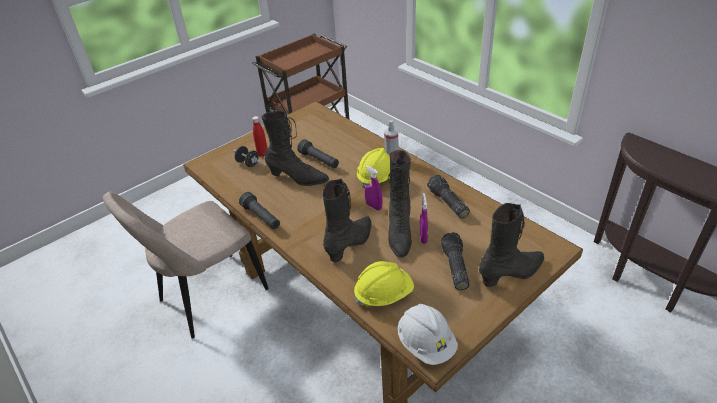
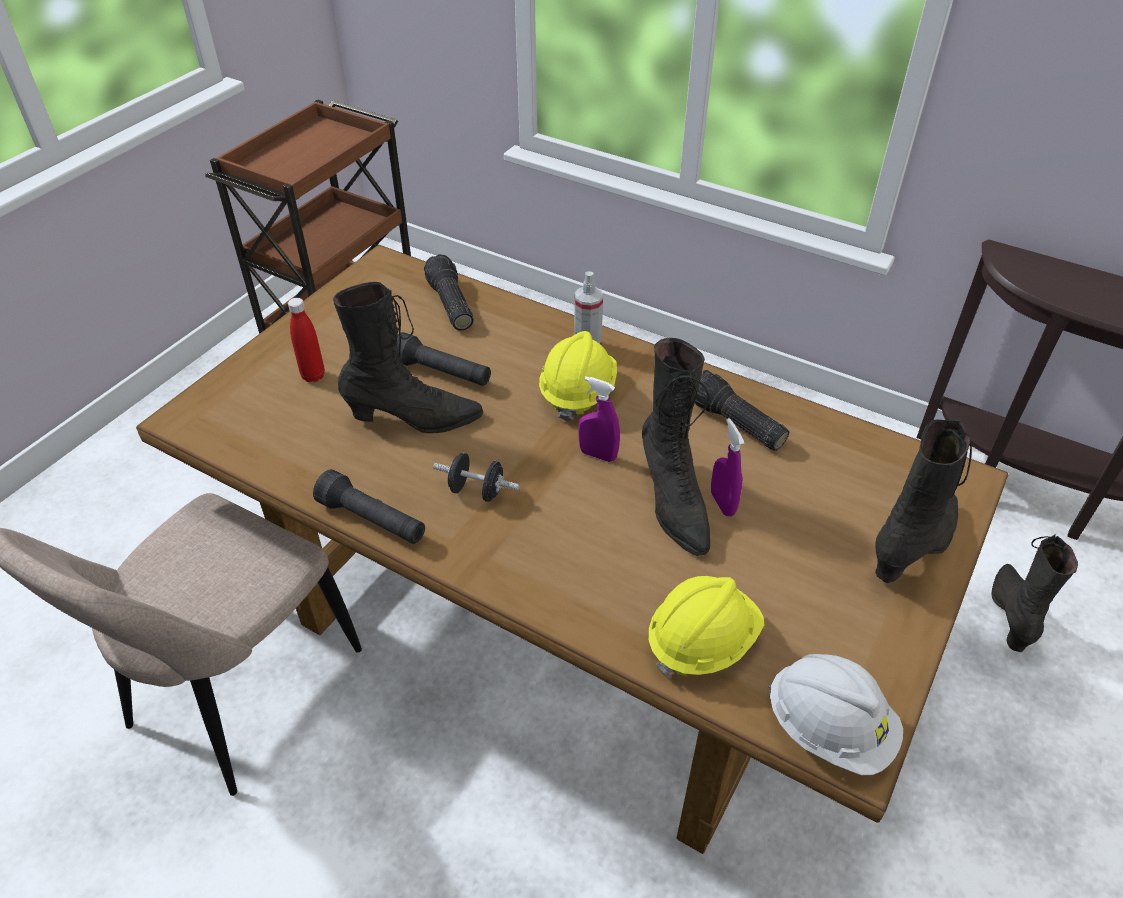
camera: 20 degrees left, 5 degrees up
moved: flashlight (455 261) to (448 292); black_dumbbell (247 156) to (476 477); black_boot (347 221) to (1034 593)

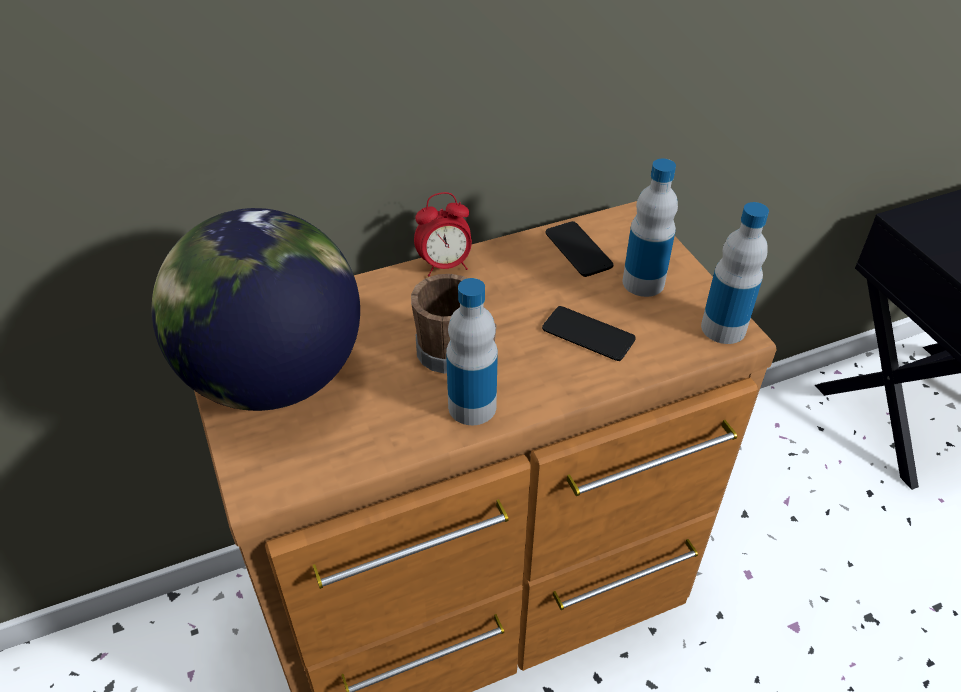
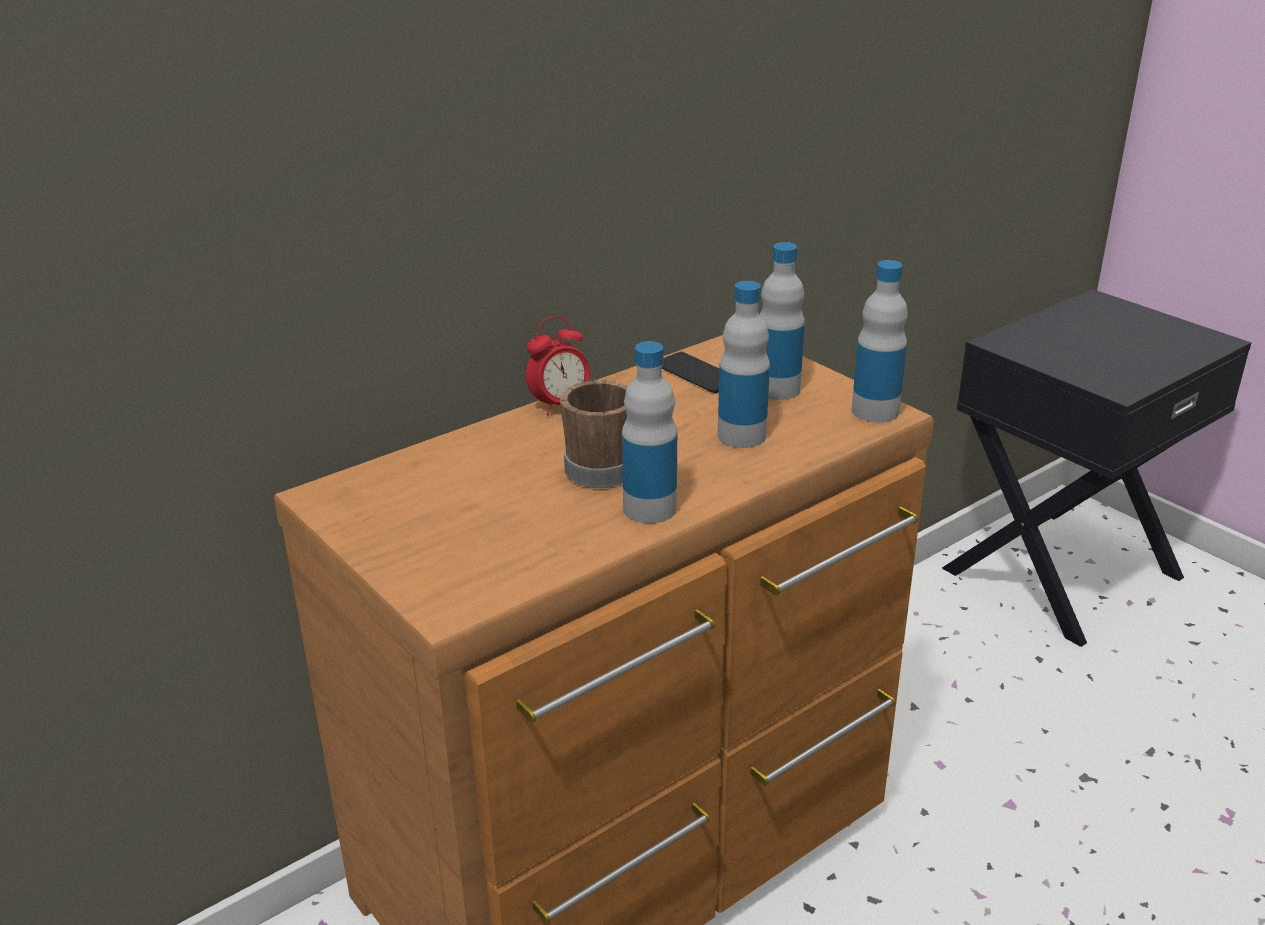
camera: 15 degrees left, 15 degrees down
removed: globe (256 309)
replaced: phone (589 333) to bottle (744 364)

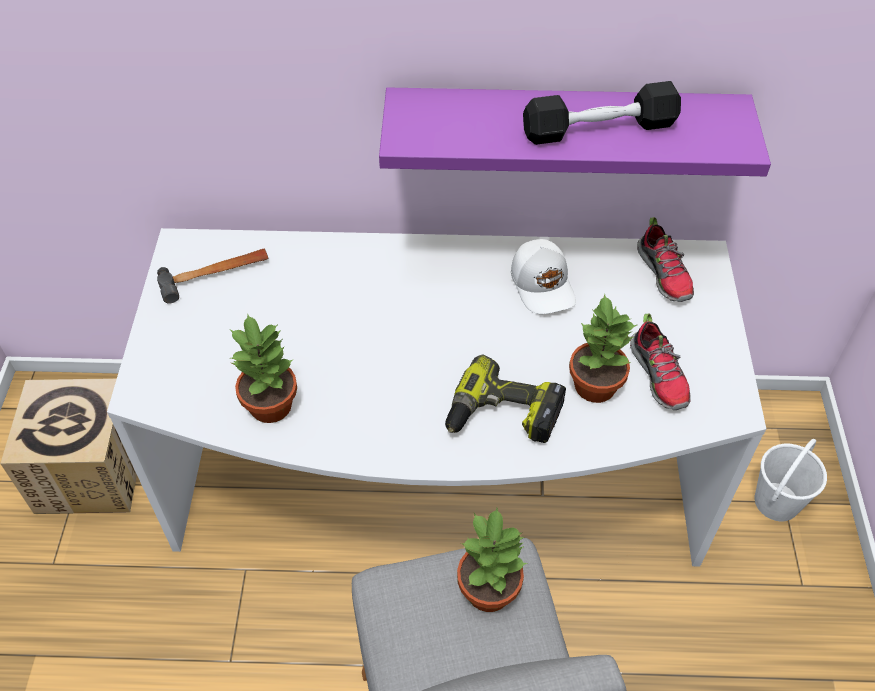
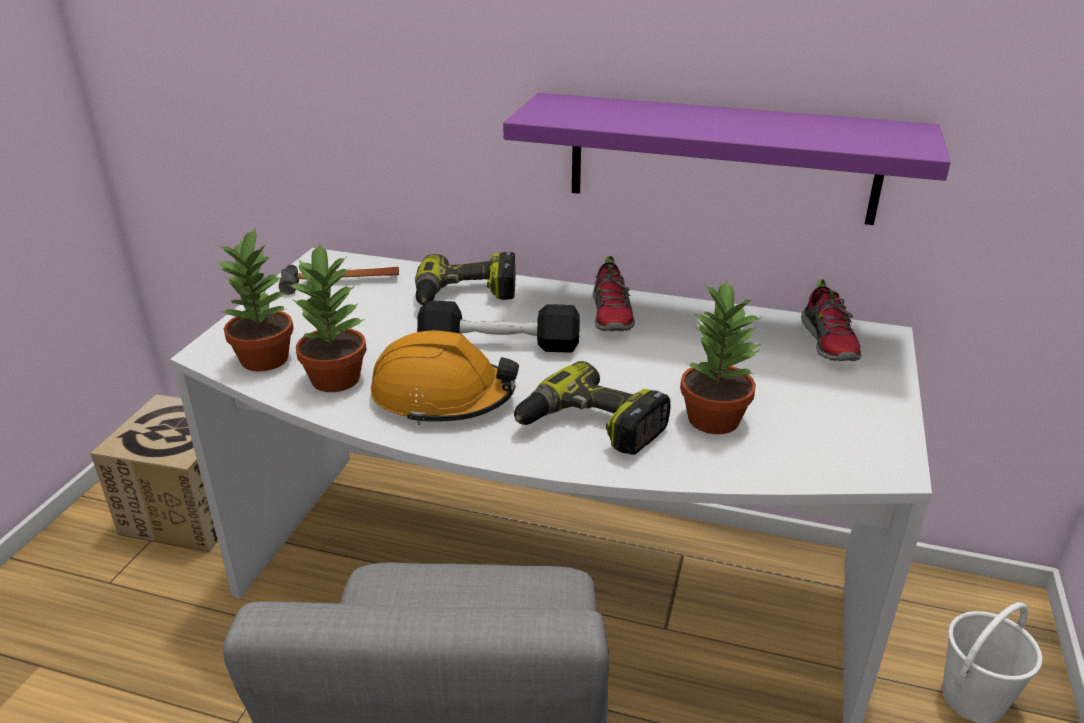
camera: 15 degrees right, 20 degrees down
removed: white_cap (543 276)
added: orange_hard_hat (445 378); power_drill (465 278)
moved: potted_plant (492 560) to (255 299); black_dumbbell (602 113) to (498 327); shoe (660 362) to (614 293)

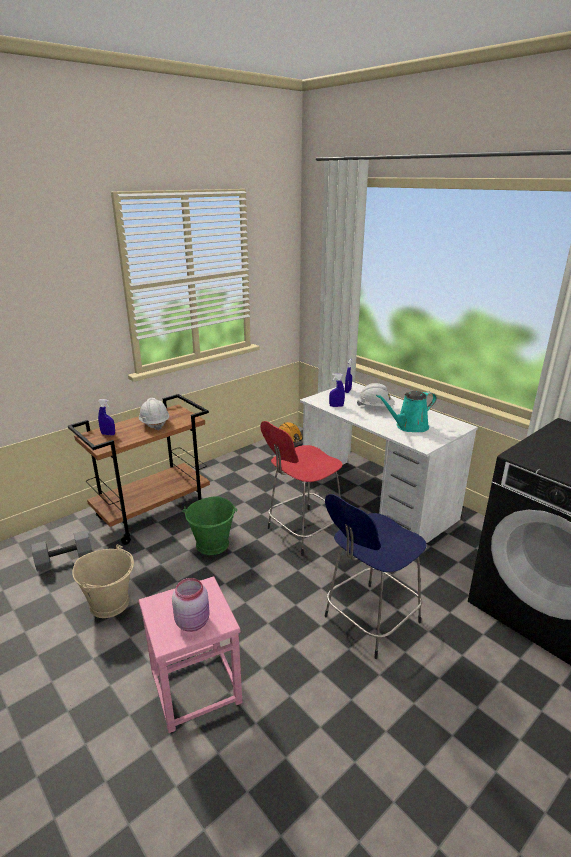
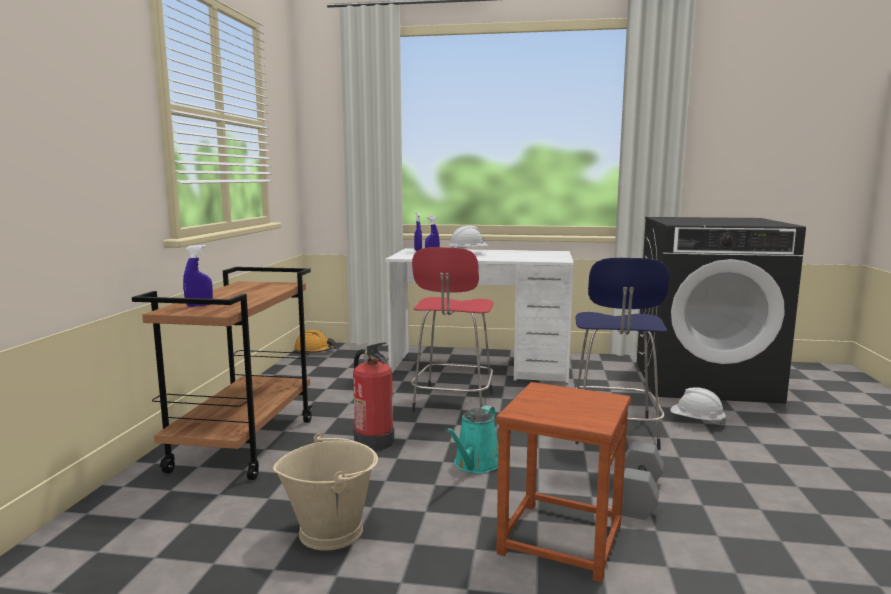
camera: 40 degrees left, 15 degrees down
removed: pink_jar (191 605)
moved: turquoise_watering_can (406 411) to (472 439); grey_dumbbell (61 551) to (637 481); white_hard_hat (154 414) to (698 406)
replaced: green_bucket (209 525) to fire_extinguisher (373 396)
recoloured: pink_stool (190 654) to brown_stool (563 482)

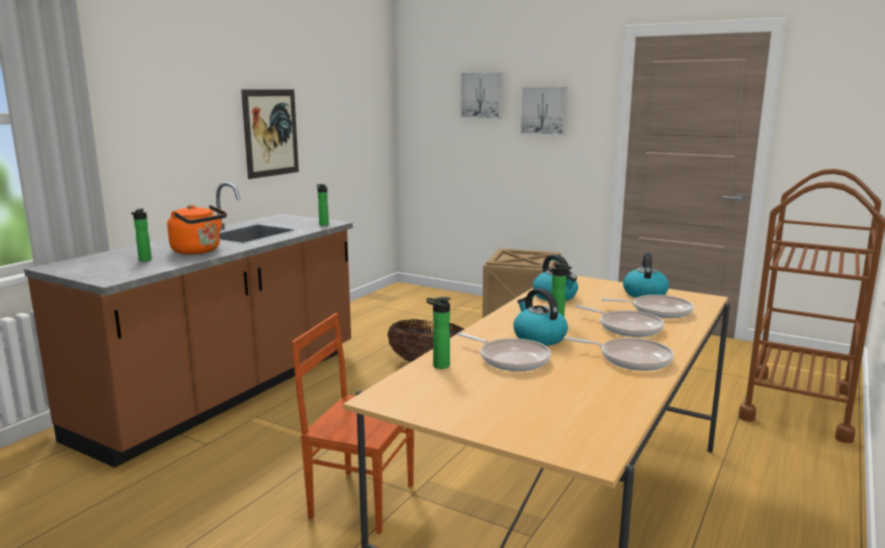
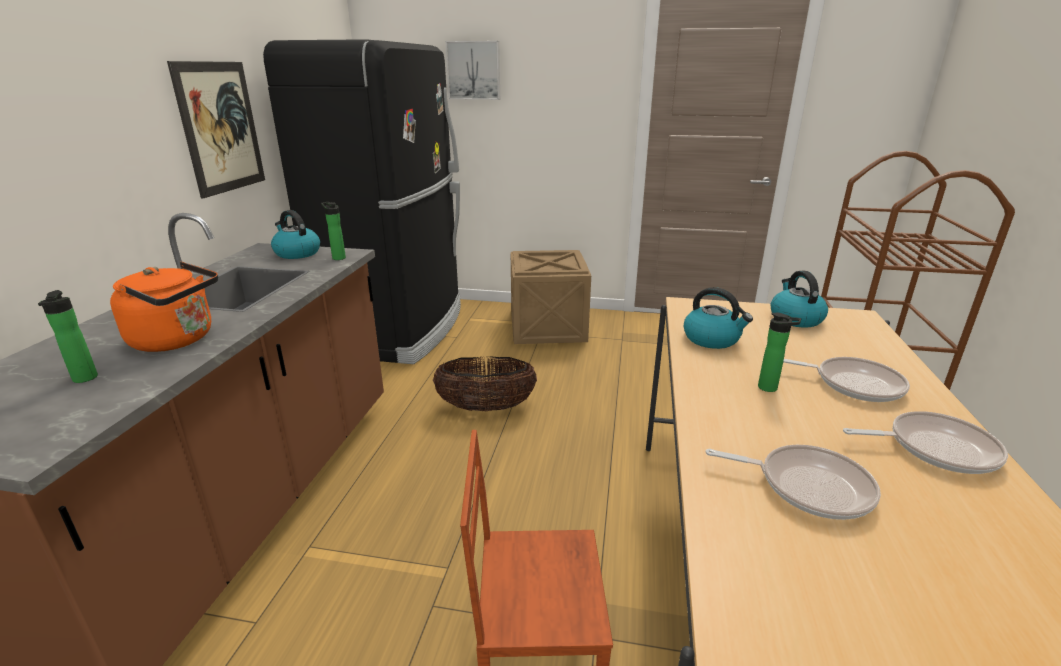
camera: 20 degrees left, 10 degrees up
removed: bottle (438 333); picture (544 111); frying_pan (647 306)
added: black_fridge (362 201)
moved: kettle (541 317) to (295 234)

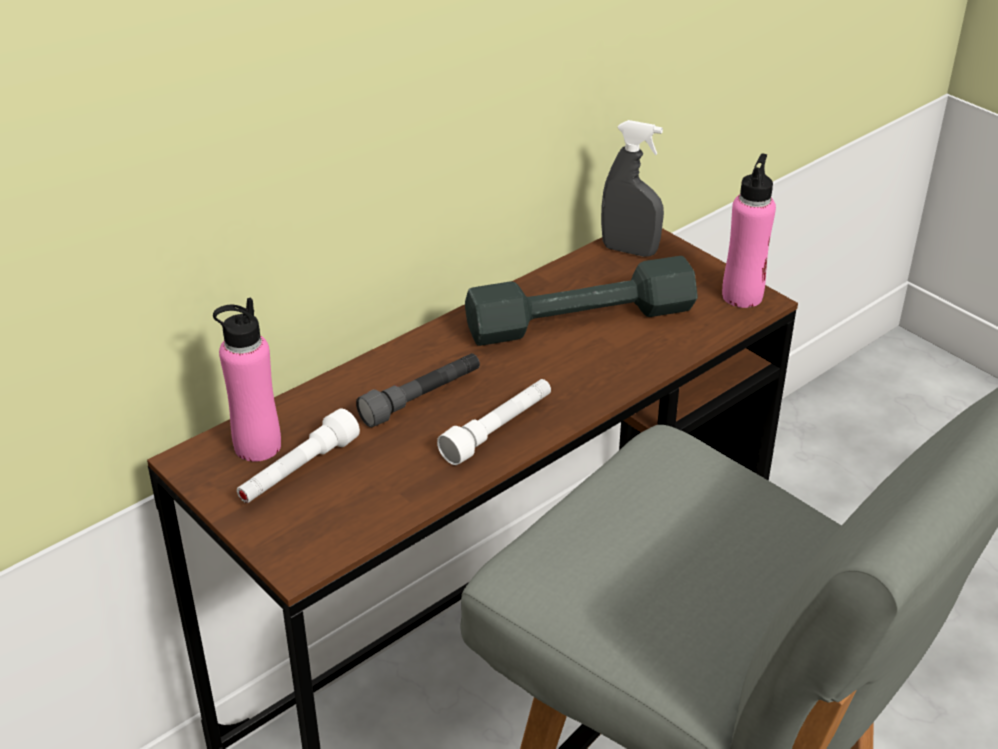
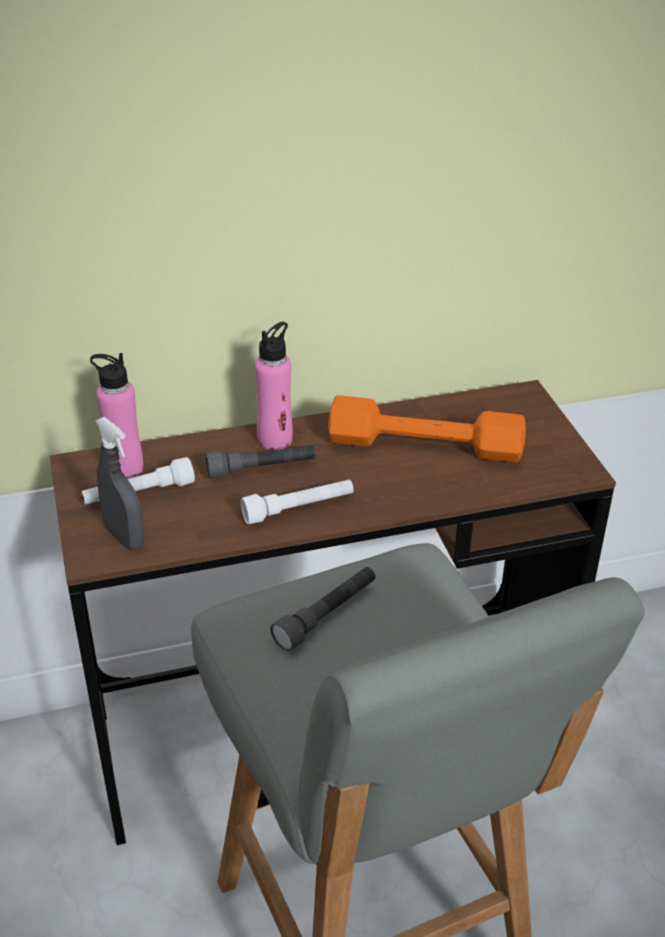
camera: 25 degrees right, 0 degrees up
added: grey_flashlight (322 609)
moved: grey_spray_bottle (632 188) to (119 483); pink_bottle (749 230) to (274 386)
recoloured: grey_dumbbell (581 301) to orange_dumbbell (427 428)

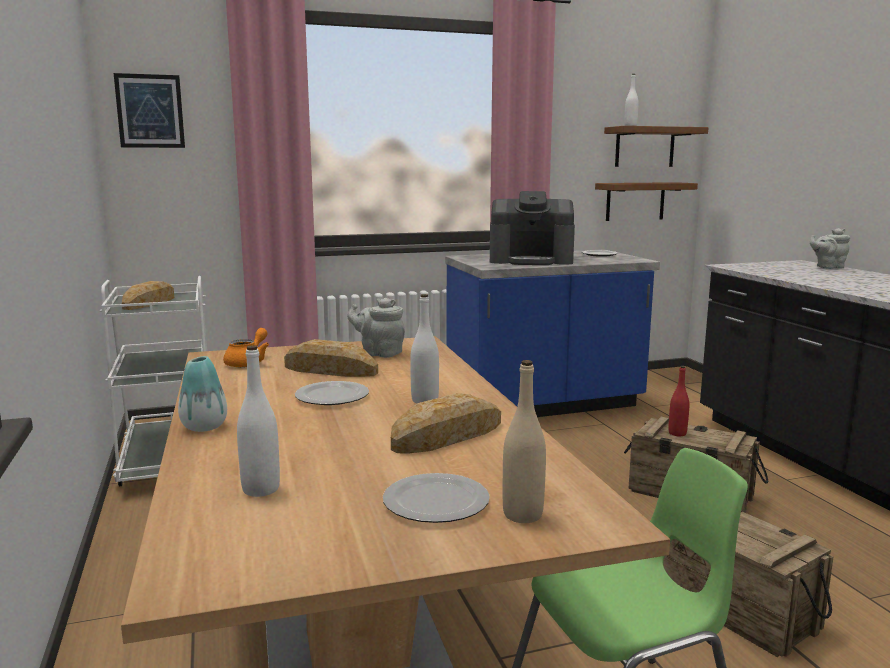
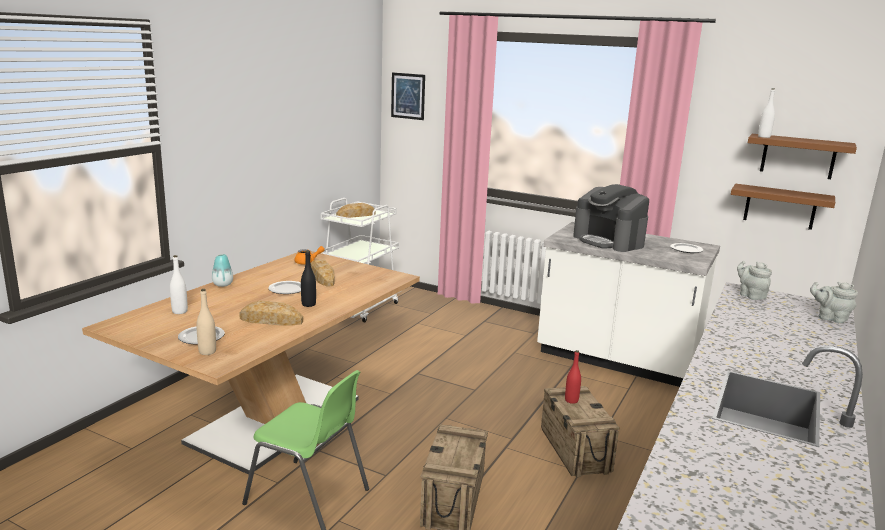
camera: 45 degrees right, 5 degrees up
moved: grey_teapot (376 328) to (754 280)
recoloured: white_bottle (424 348) to black_bottle (308 278); blue_counter (552 333) to white_counter (628 304)

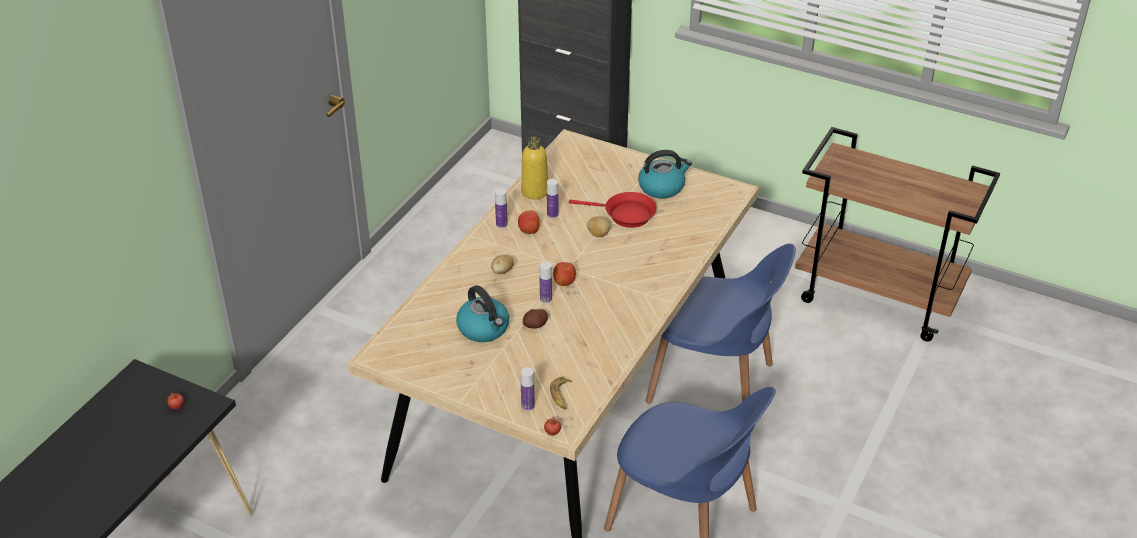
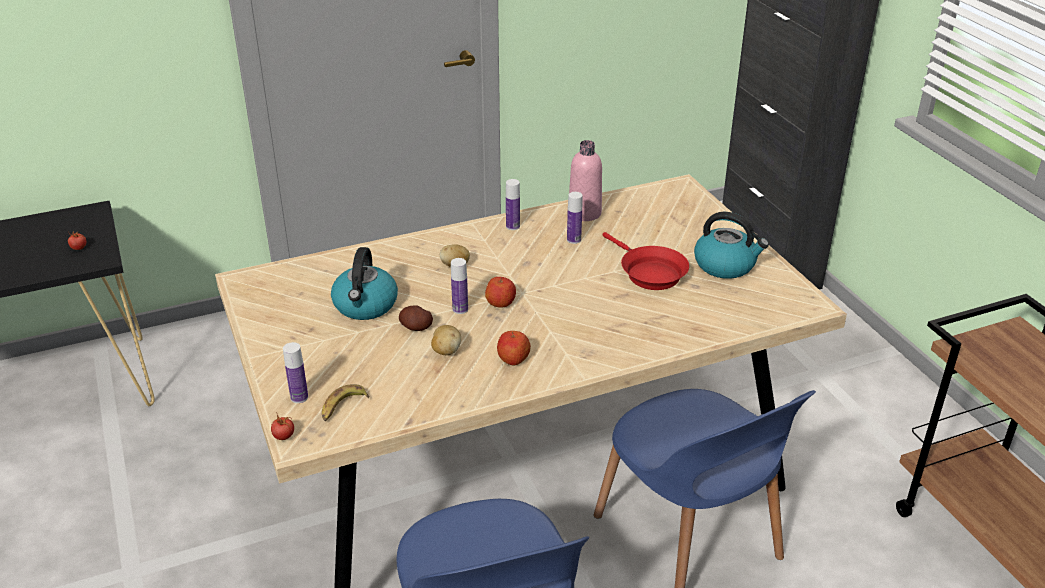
camera: 40 degrees right, 5 degrees down
moved: potato (598 226) to (446 340); apple (529 222) to (514 348)
recoloured: yellow_bottle (534 168) to pink_bottle (585 180)

